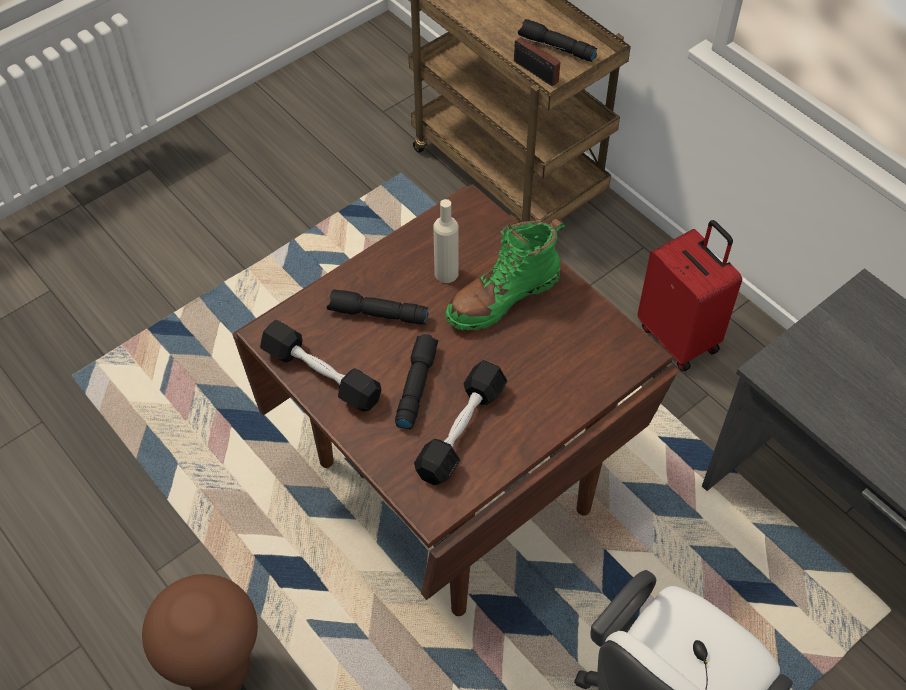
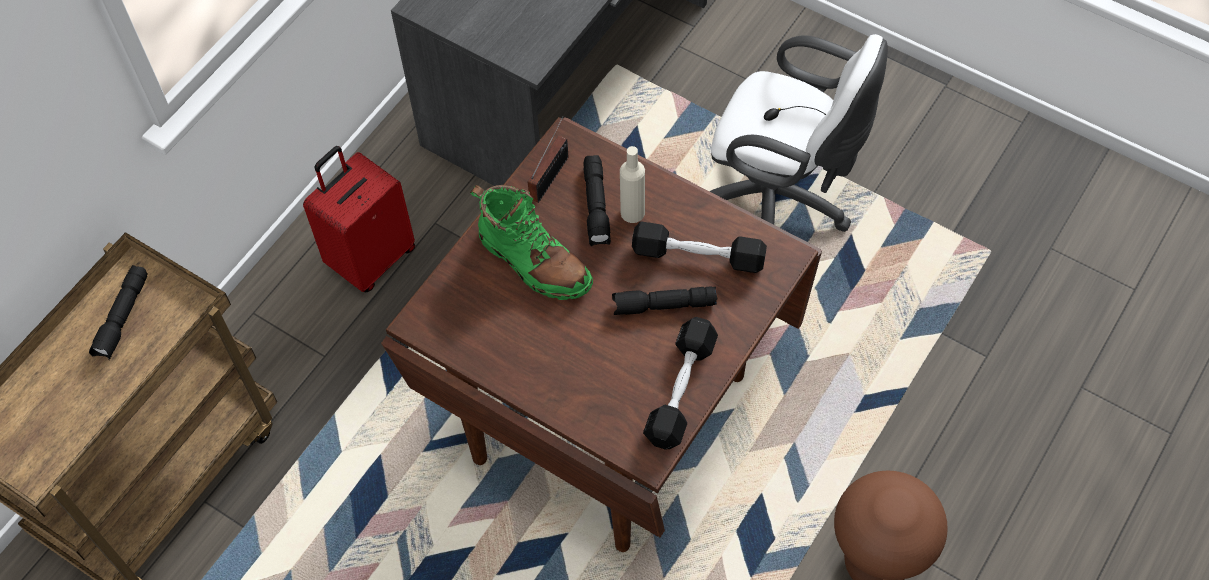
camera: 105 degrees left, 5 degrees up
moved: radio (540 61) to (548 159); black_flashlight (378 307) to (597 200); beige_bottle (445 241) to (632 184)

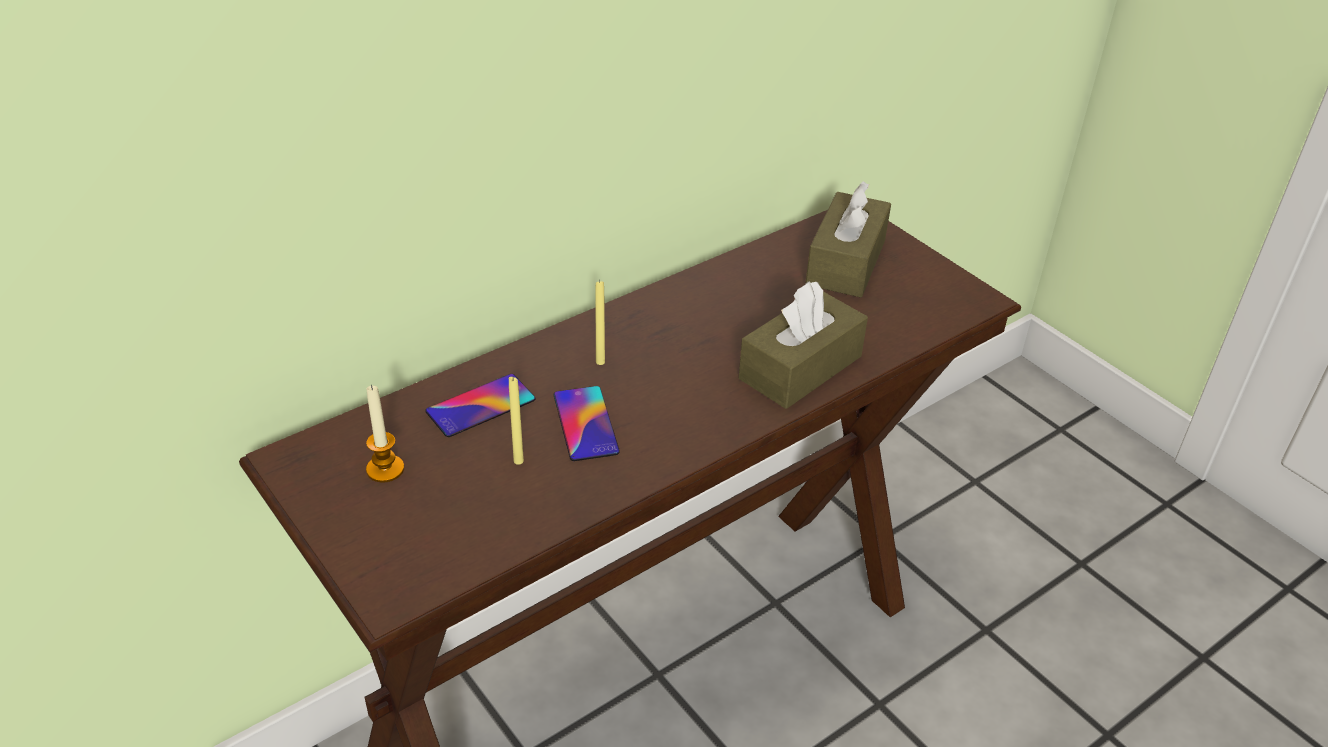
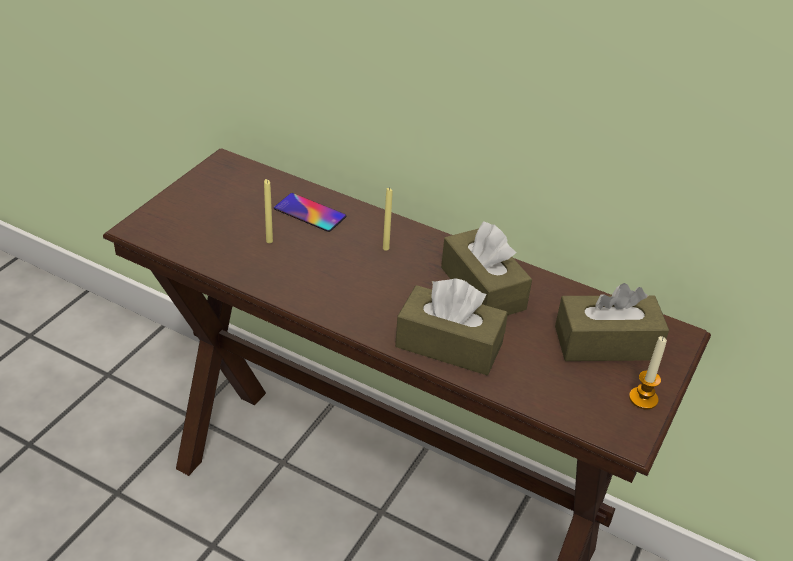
camera: 65 degrees right, 0 degrees up
removed: phone (587 423)
added: brown_tissue_box (486 268)
moved: candle (385 434) to (648 373)

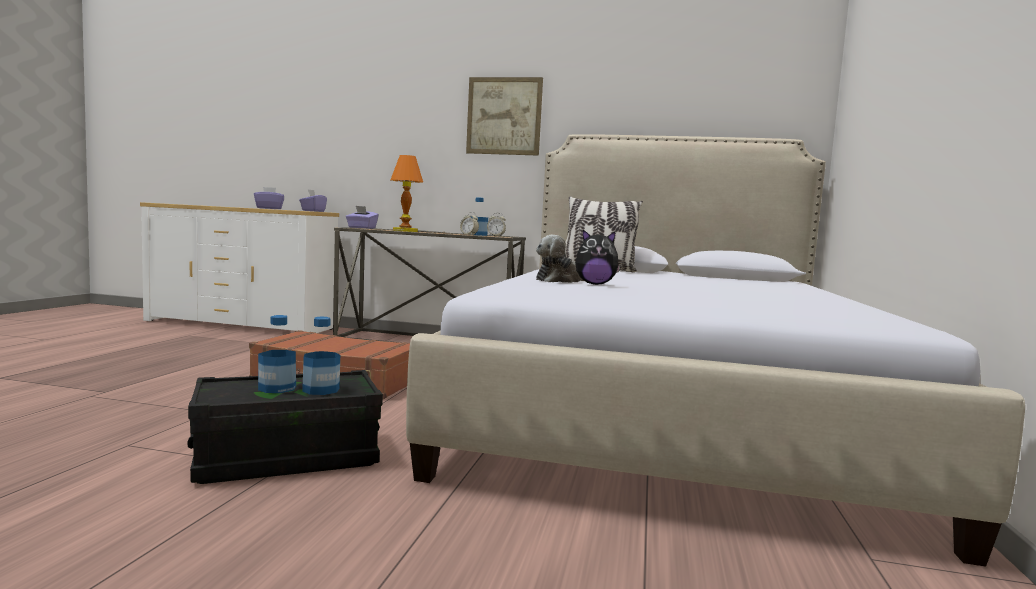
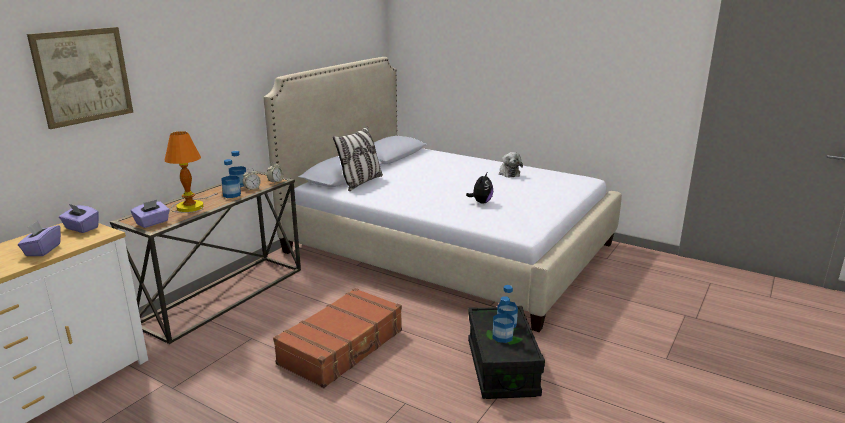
camera: 70 degrees left, 15 degrees up
added: bottle (231 178)
moved: picture (504 116) to (80 78); plush_toy (560 259) to (511 165)

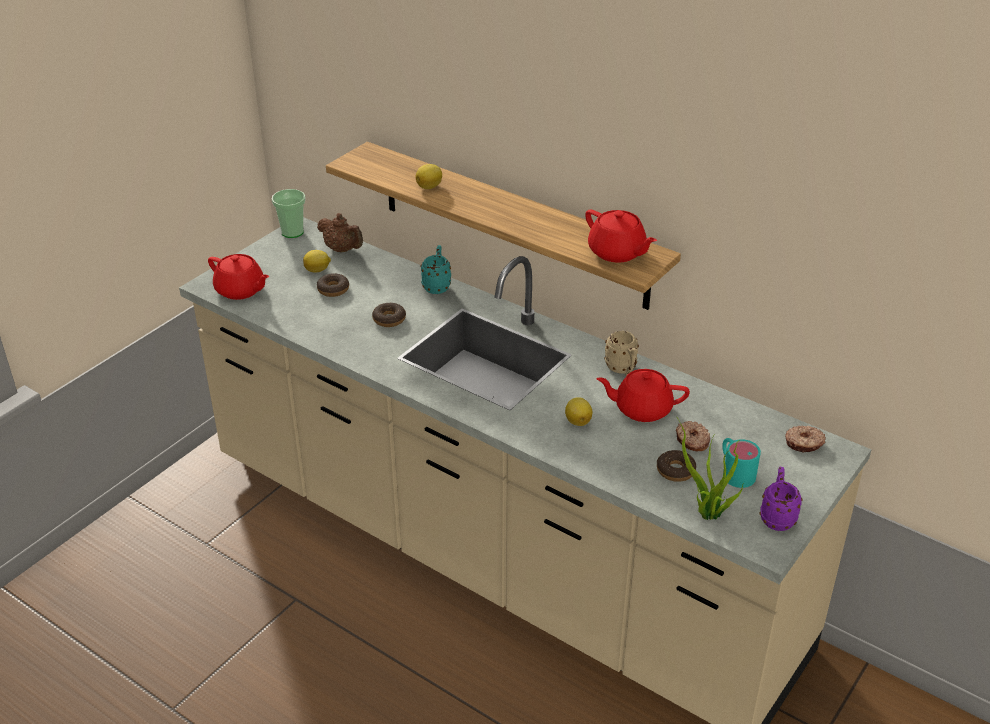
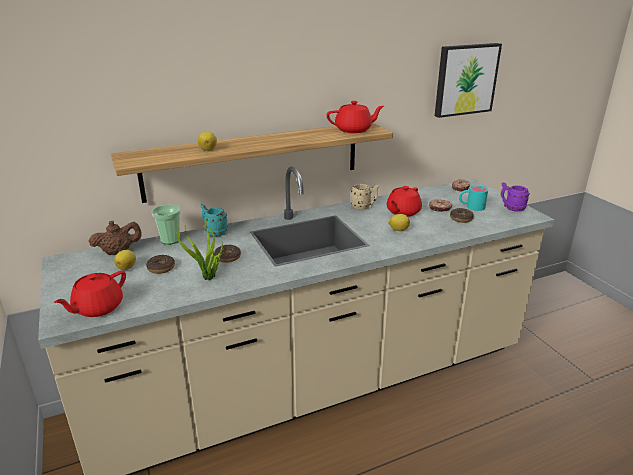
camera: 60 degrees left, 10 degrees down
added: picture (468 80)
moved: cup (289 213) to (166 225); potted_plant (711 468) to (196 248)
turned: red_teapot (239 277) = (90 294) 150 degrees clockwise

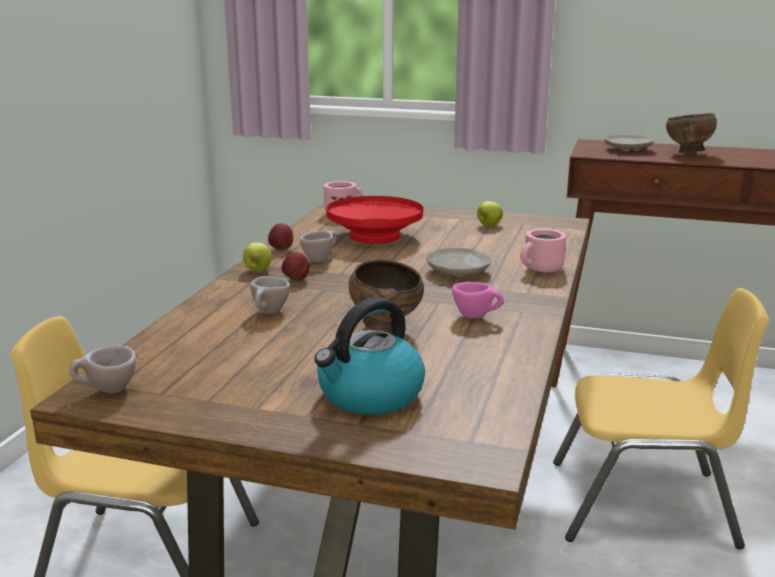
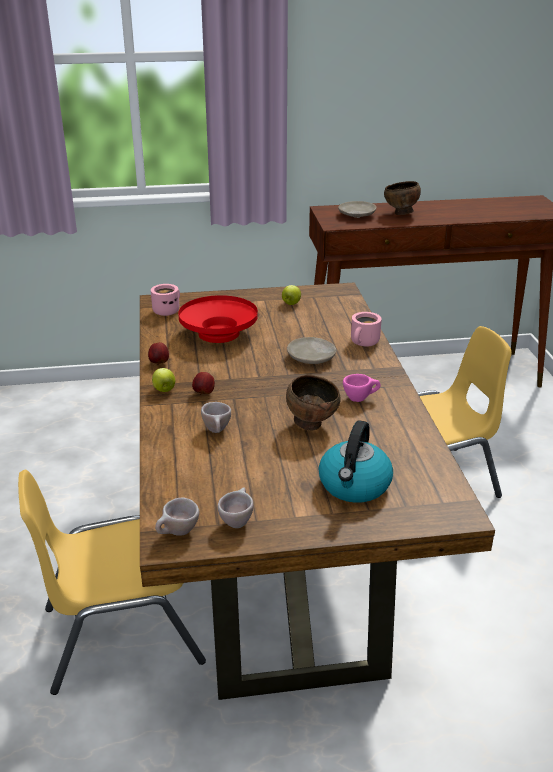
camera: 25 degrees left, 10 degrees up
moved: beige_cup (318 246) to (236 507)

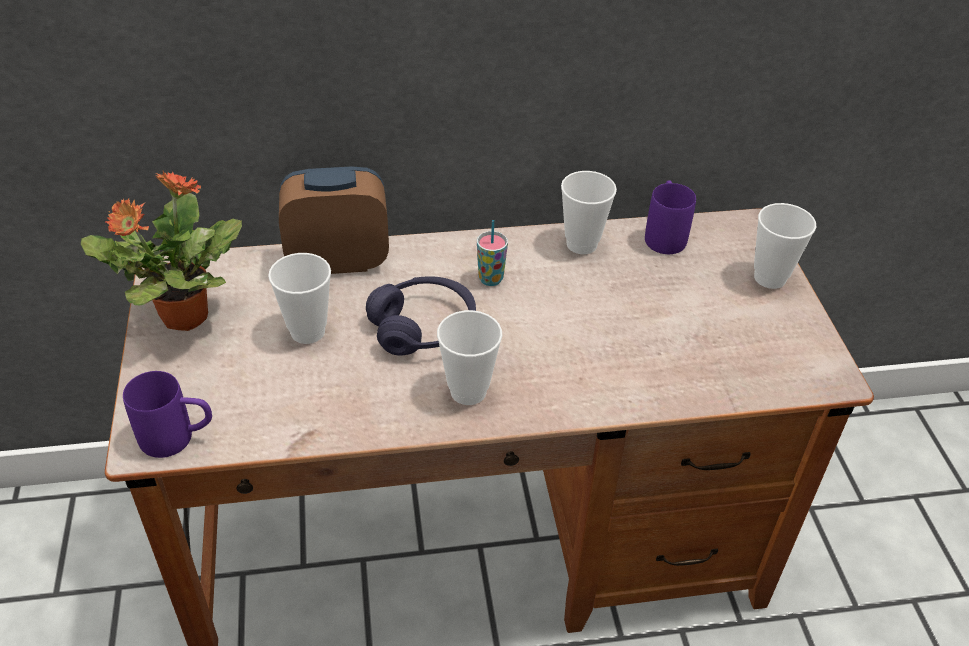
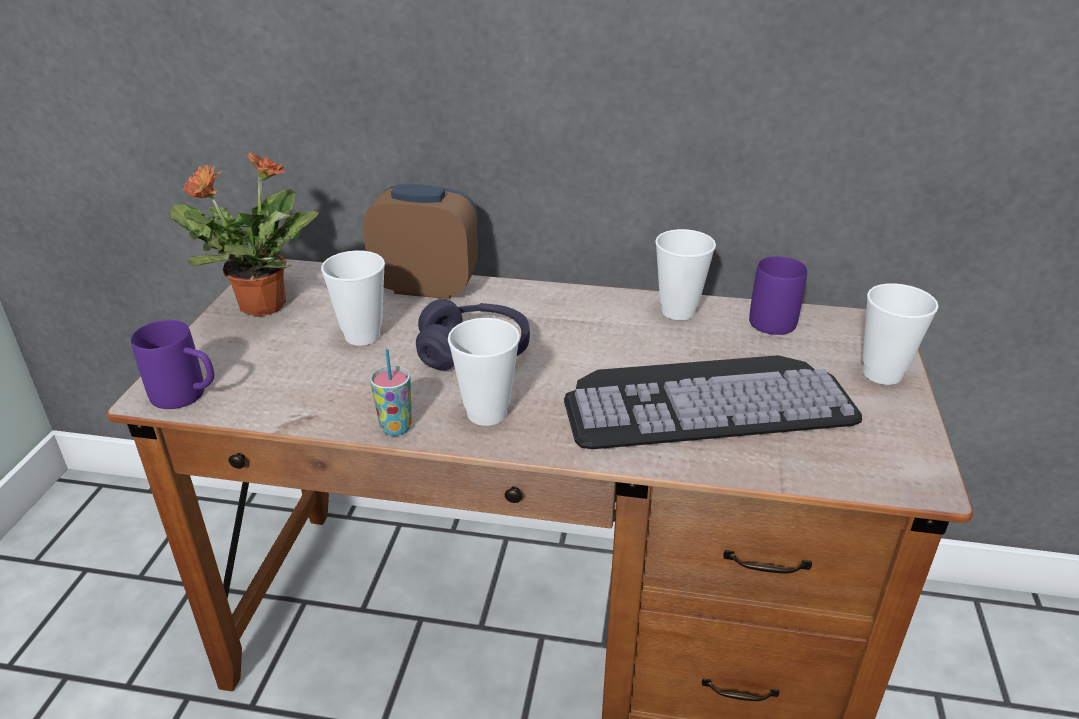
camera: 20 degrees right, 10 degrees down
added: keyboard (713 402)
moved: cup (492 253) to (391 392)

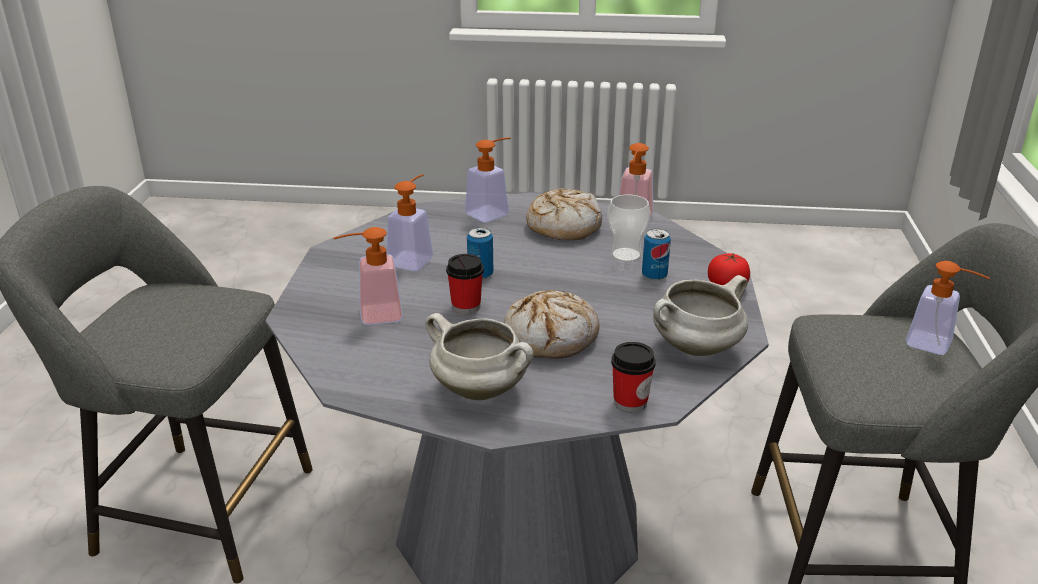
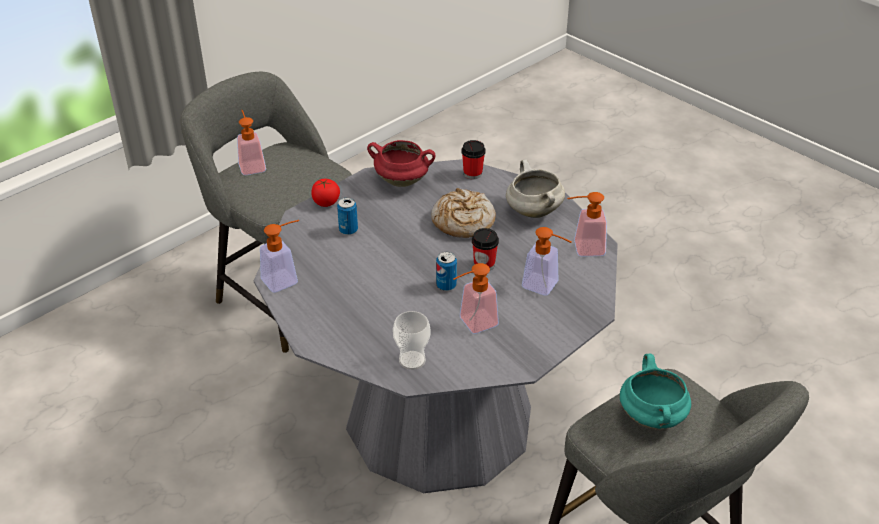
camera: 140 degrees left, 10 degrees up
removed: bread (564 214)
added: turquoise_cooking_pot (655 391)
moved: cup (629 228) to (411 340); soap_dispenser (488 180) to (587 224)
recoloured: white_cooking_pot (700 315) to red_cooking_pot (401 163)

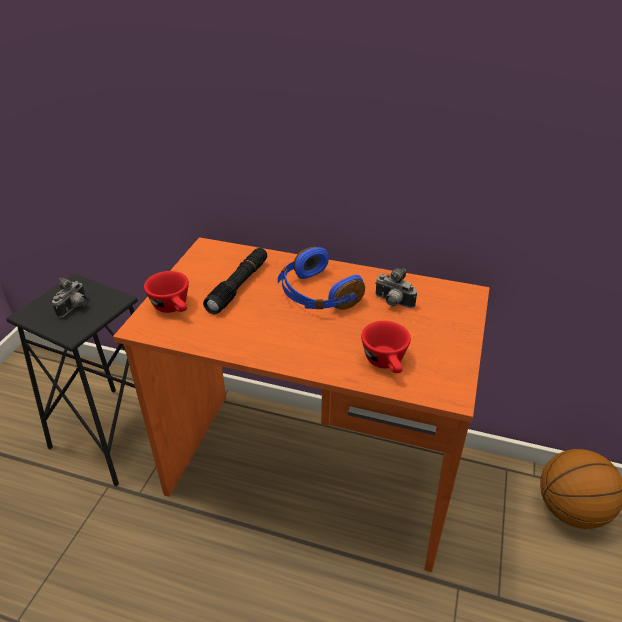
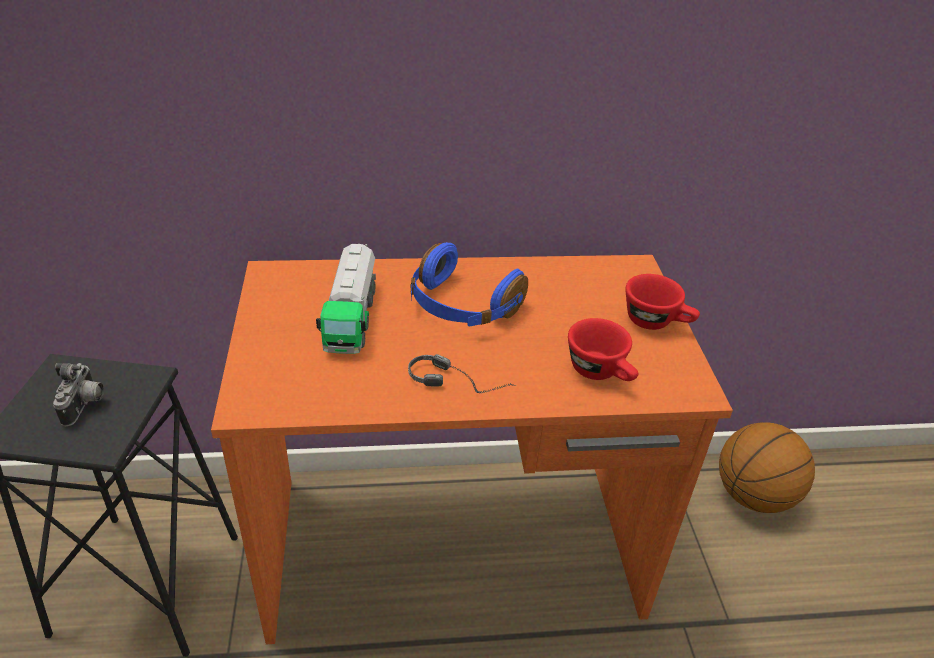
camera: 25 degrees left, 0 degrees up
removed: photo_camera (396 288)
added: headphones (462 373)
moved: red_cup (166 292) to (662 302)
replaced: black_flashlight (235 281) to toy_truck (346 299)

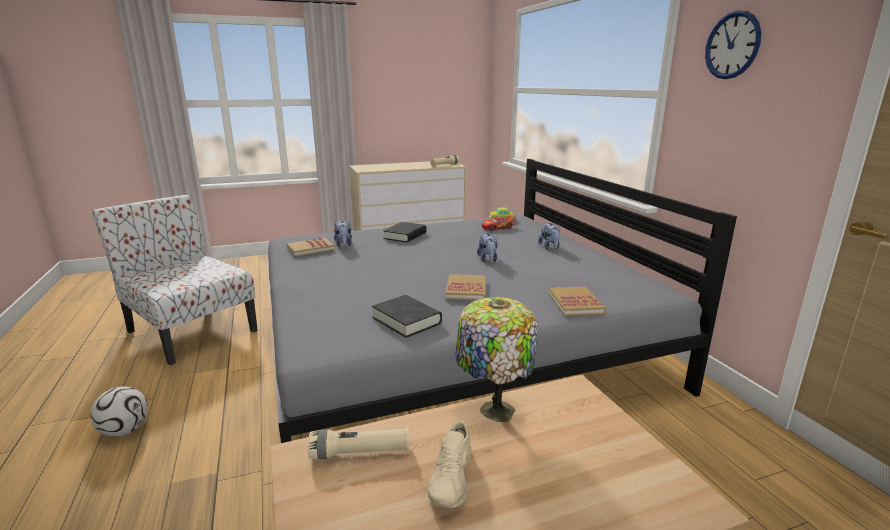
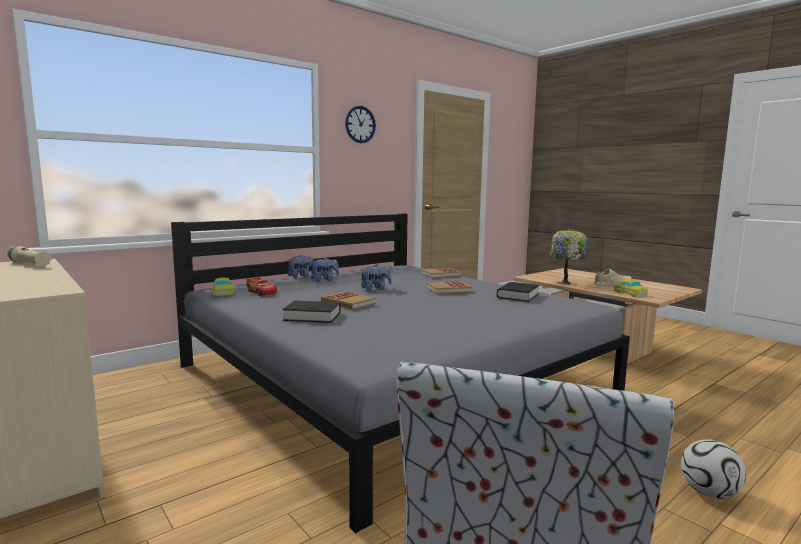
camera: 110 degrees left, 10 degrees down
moved: plush_toy (343 233) to (301 266); book (310 247) to (348 301)
replaced: beige_flashlight (358 443) to toy_car (630 288)

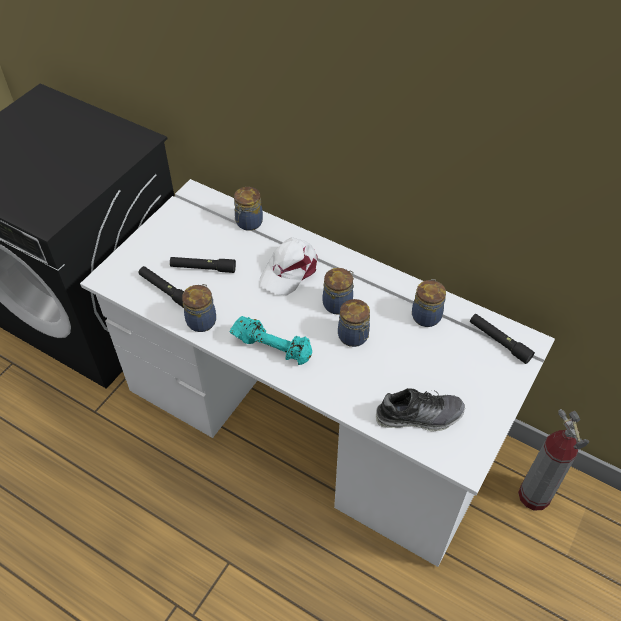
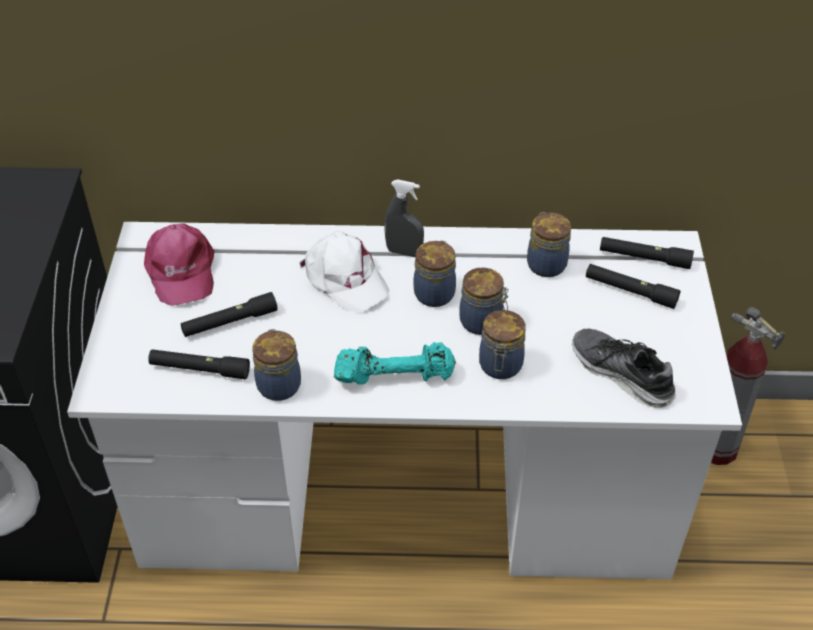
camera: 30 degrees left, 5 degrees down
added: pink_cap (179 265); grey_spray_bottle (404 218); black_flashlight (633 286)
moved: jar (248 209) to (502 344)
turned: white_cap (288 266) = (344 271) 45 degrees counterclockwise; shoe (420 409) = (623 368) 105 degrees counterclockwise

